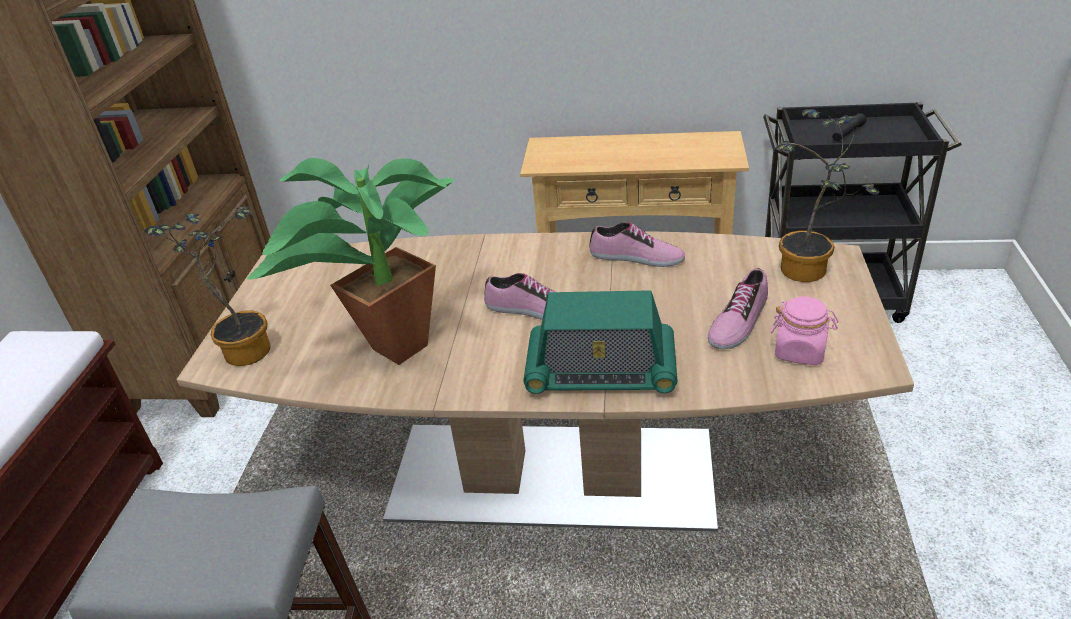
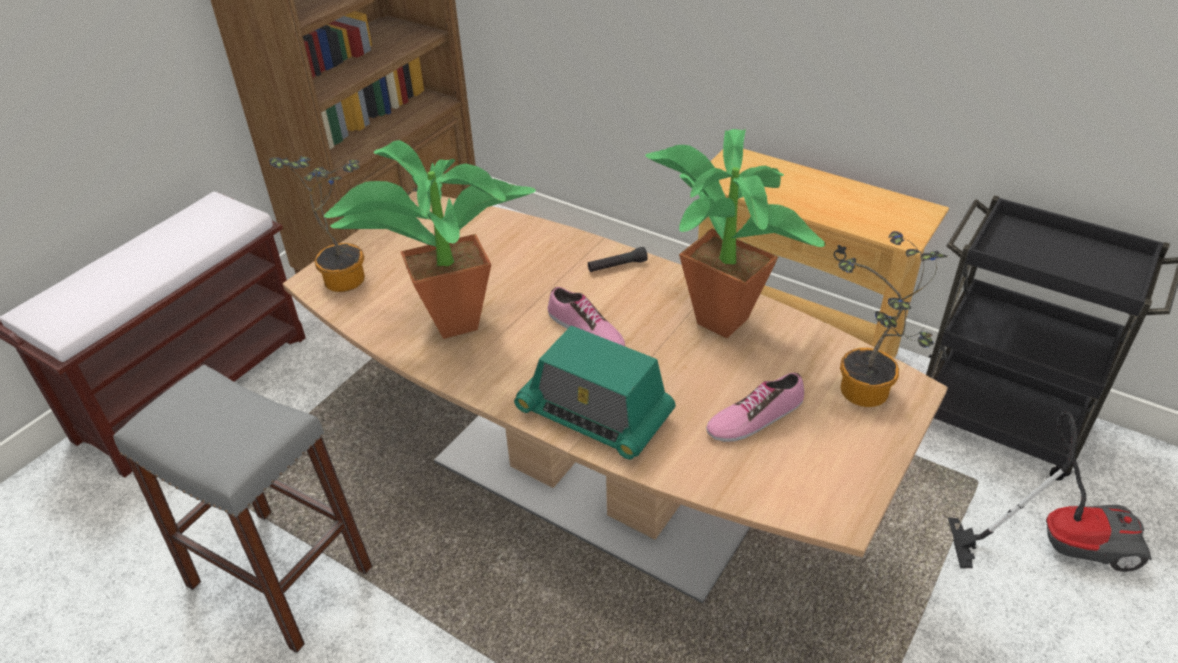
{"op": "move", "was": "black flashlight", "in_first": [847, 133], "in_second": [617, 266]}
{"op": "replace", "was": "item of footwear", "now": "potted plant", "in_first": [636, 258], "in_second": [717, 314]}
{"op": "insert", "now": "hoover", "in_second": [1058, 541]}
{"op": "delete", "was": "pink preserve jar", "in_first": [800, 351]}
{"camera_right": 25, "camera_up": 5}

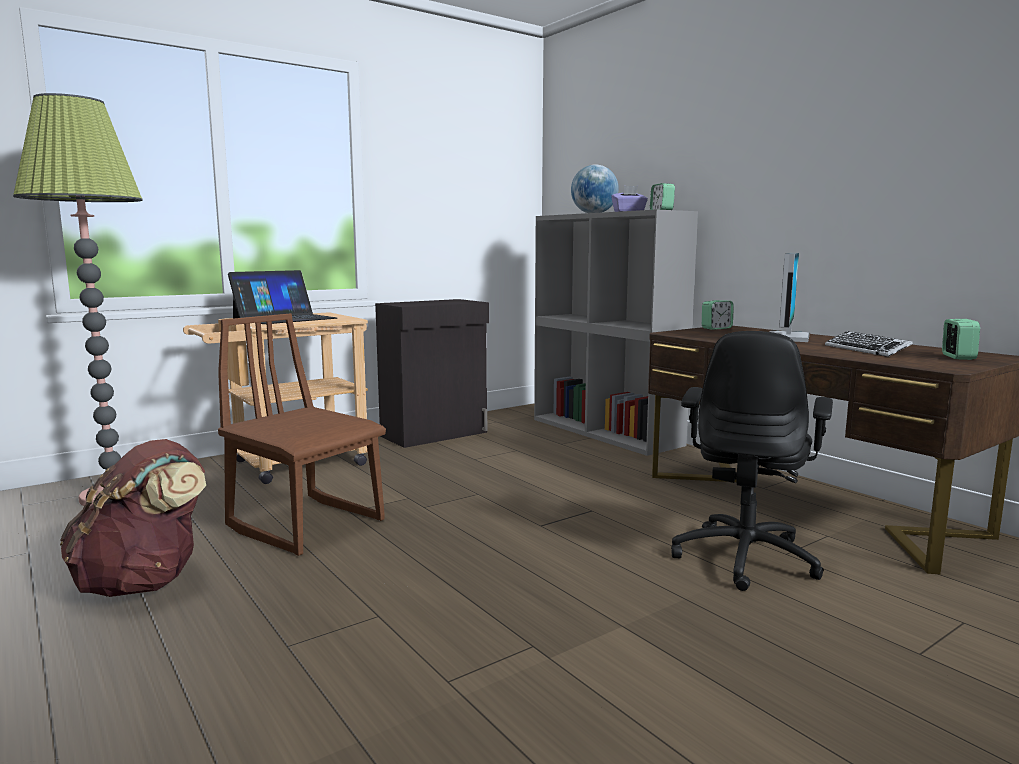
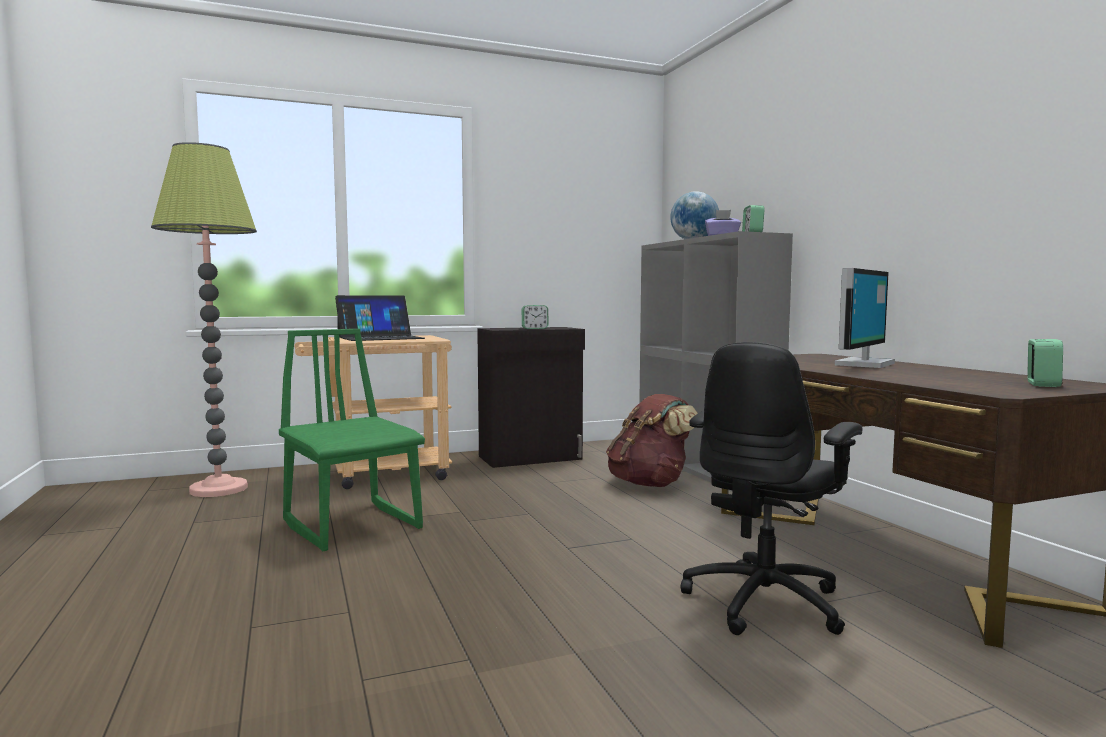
{"op": "recolor", "was": "brown-coloured chair", "now": "green chair", "in_first": [307, 524], "in_second": [353, 525]}
{"op": "move", "was": "bedside clock", "in_first": [716, 328], "in_second": [534, 328]}
{"op": "move", "was": "brown-coloured knapsack", "in_first": [144, 582], "in_second": [650, 484]}
{"op": "delete", "was": "PC keyboard", "in_first": [866, 350]}
{"camera_right": 15, "camera_up": -5}

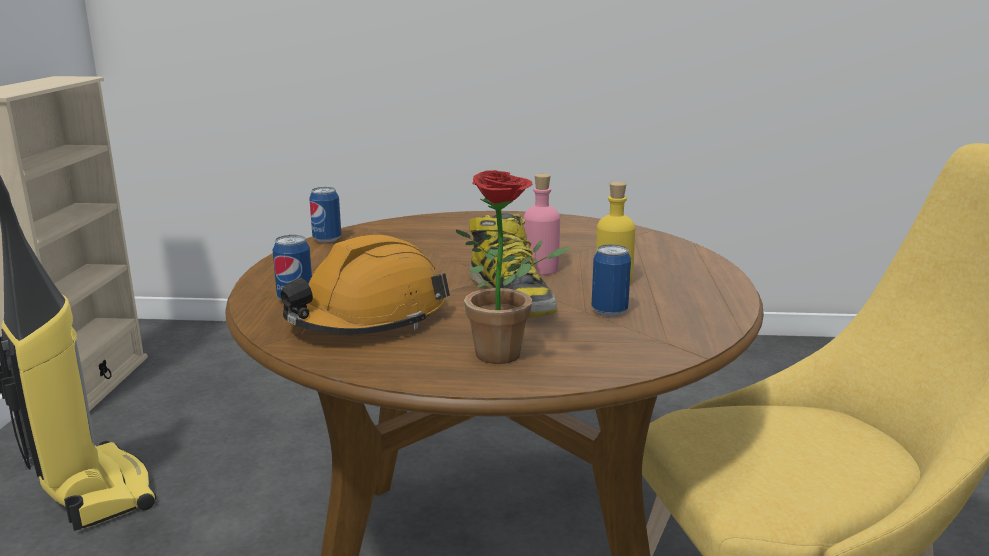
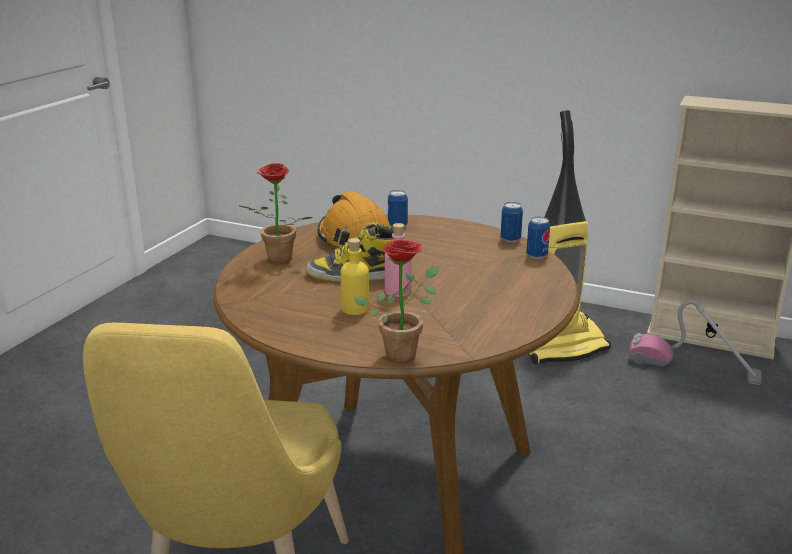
{"op": "insert", "now": "potted plant", "in_second": [403, 352]}
{"op": "move", "was": "metal can", "in_first": [609, 311], "in_second": [536, 255]}
{"op": "insert", "now": "hoover", "in_second": [693, 366]}
{"camera_right": 110, "camera_up": 5}

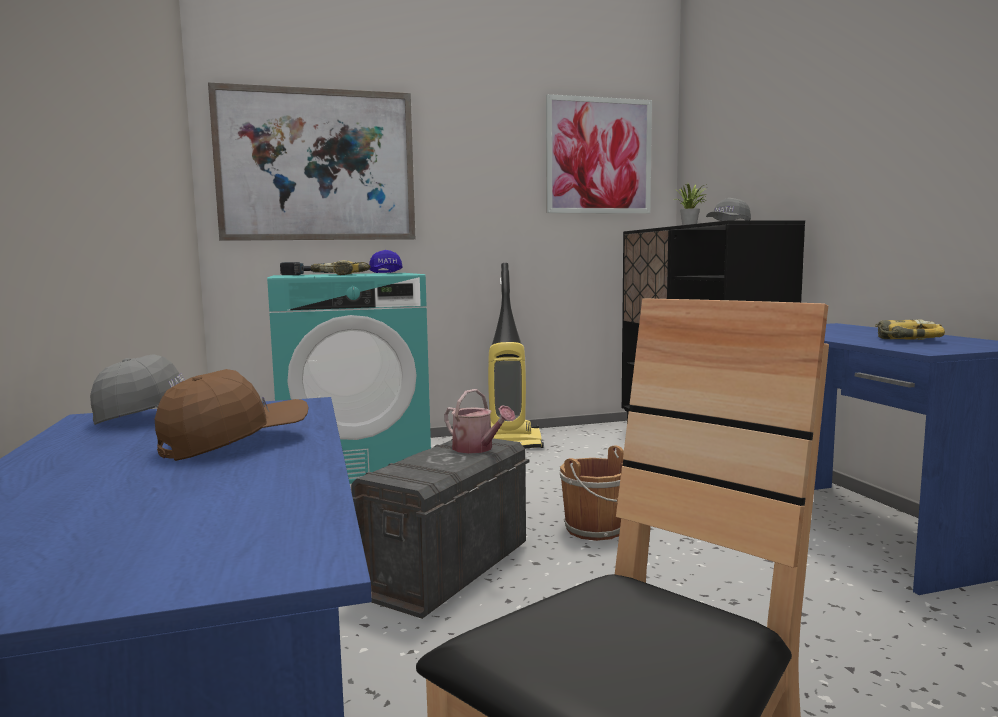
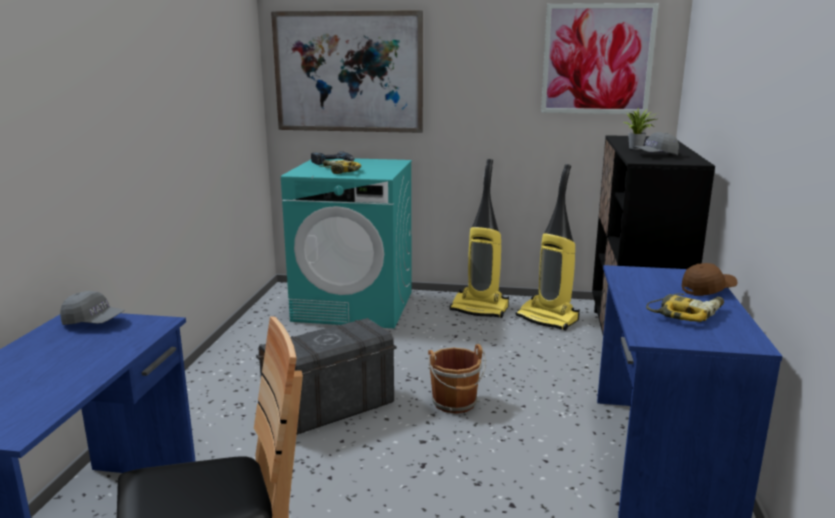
{"op": "insert", "now": "hoover", "in_second": [548, 319]}
{"op": "move", "was": "brown-coloured baseball cap", "in_first": [235, 442], "in_second": [708, 290]}
{"op": "delete", "was": "blue-coloured baseball cap", "in_first": [387, 273]}
{"op": "delete", "was": "watering pot", "in_first": [477, 449]}
{"camera_right": 25, "camera_up": 10}

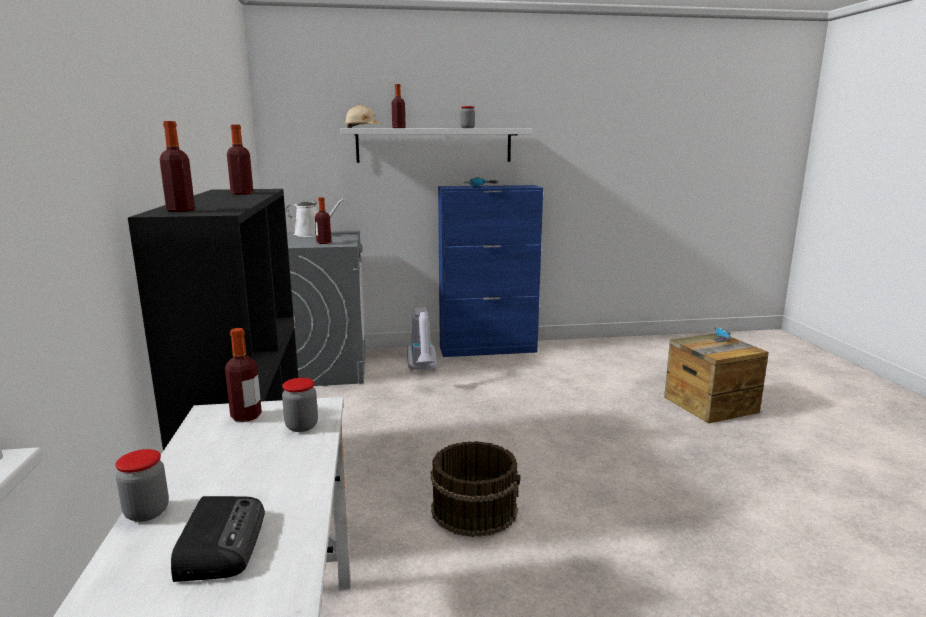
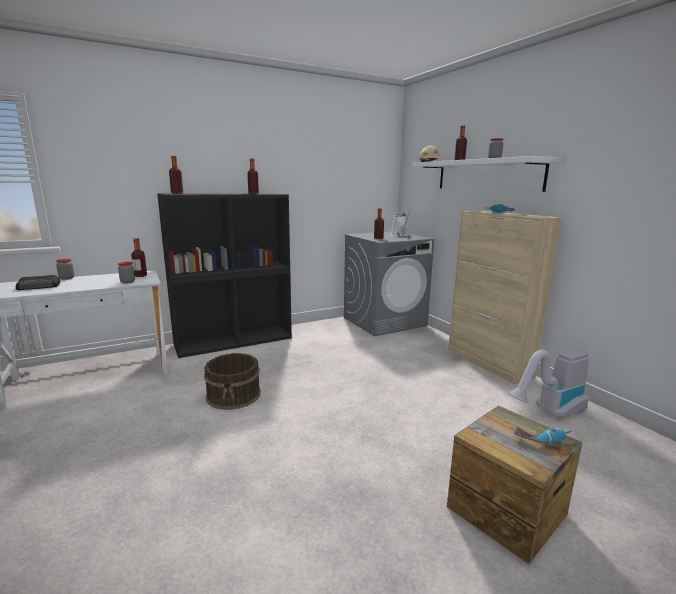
{"op": "recolor", "was": "blue-coloured cupboard", "now": "sand-coloured cupboard", "in_first": [488, 349], "in_second": [488, 363]}
{"op": "move", "was": "hoover", "in_first": [423, 371], "in_second": [549, 412]}
{"camera_right": 70, "camera_up": 0}

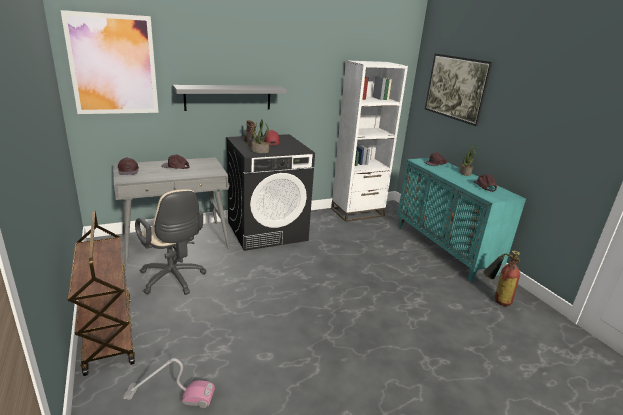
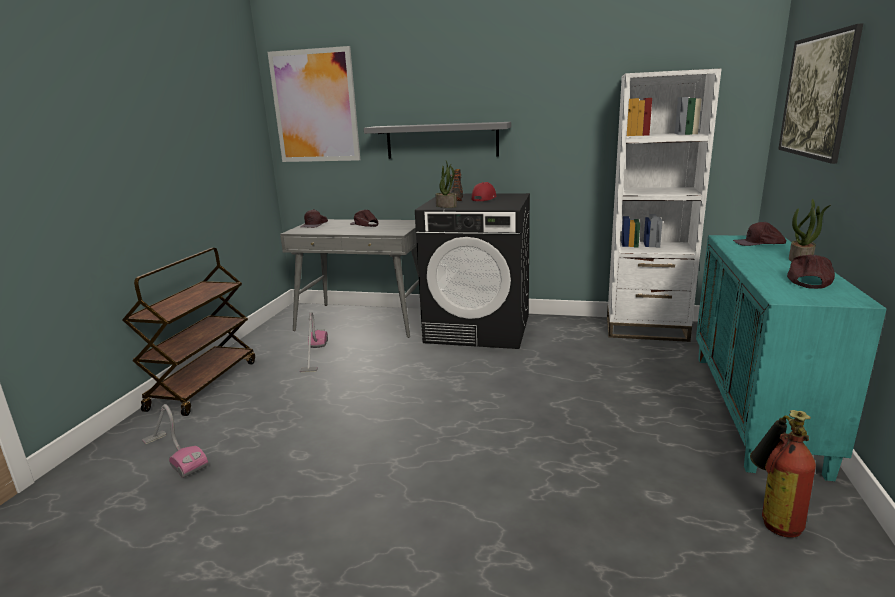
{"op": "replace", "was": "sand-coloured computer chair", "now": "hoover", "in_first": [173, 280], "in_second": [314, 354]}
{"camera_right": 40, "camera_up": -5}

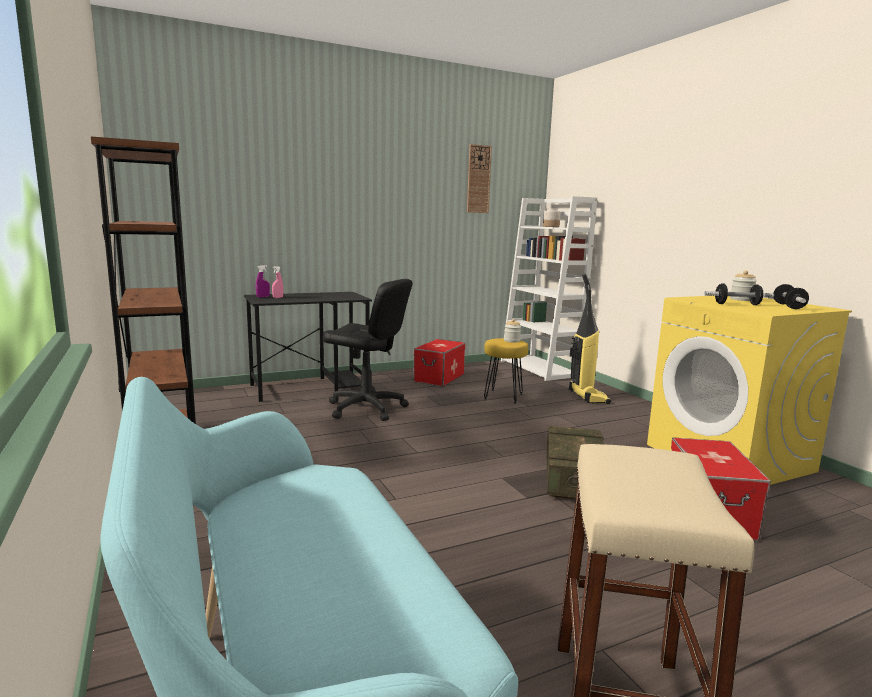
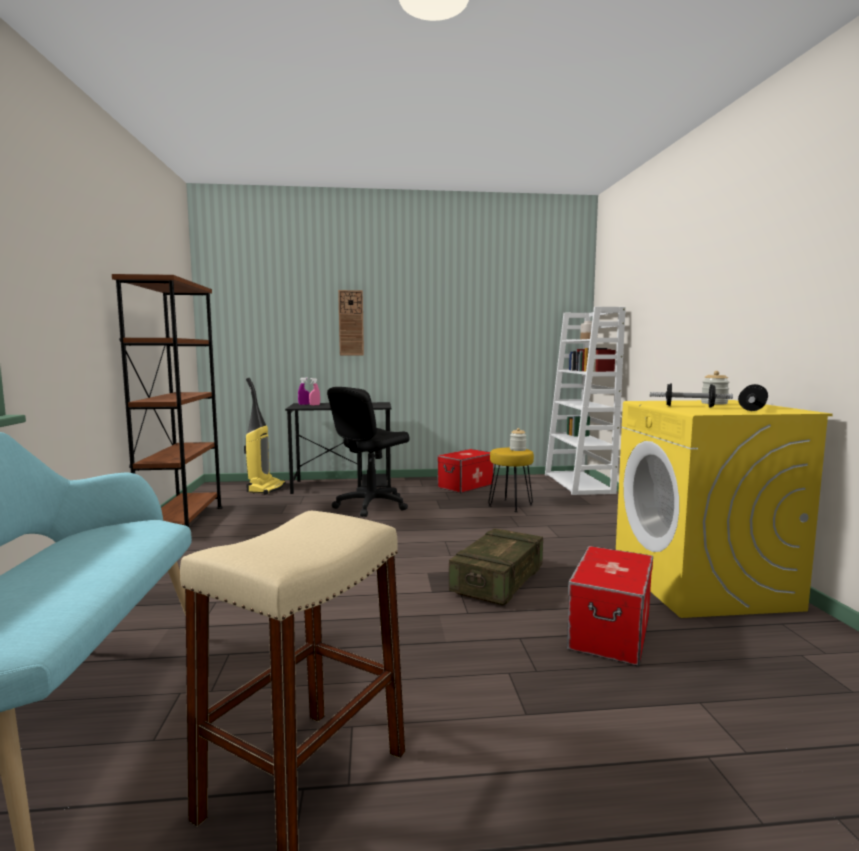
{"op": "move", "was": "hoover", "in_first": [587, 397], "in_second": [265, 488]}
{"op": "rotate", "was": "black computer chair", "in_first": [366, 408], "in_second": [371, 505], "clockwise": 90}
{"op": "move", "was": "clock on the wall", "in_first": [478, 179], "in_second": [351, 323]}
{"camera_right": 20, "camera_up": -5}

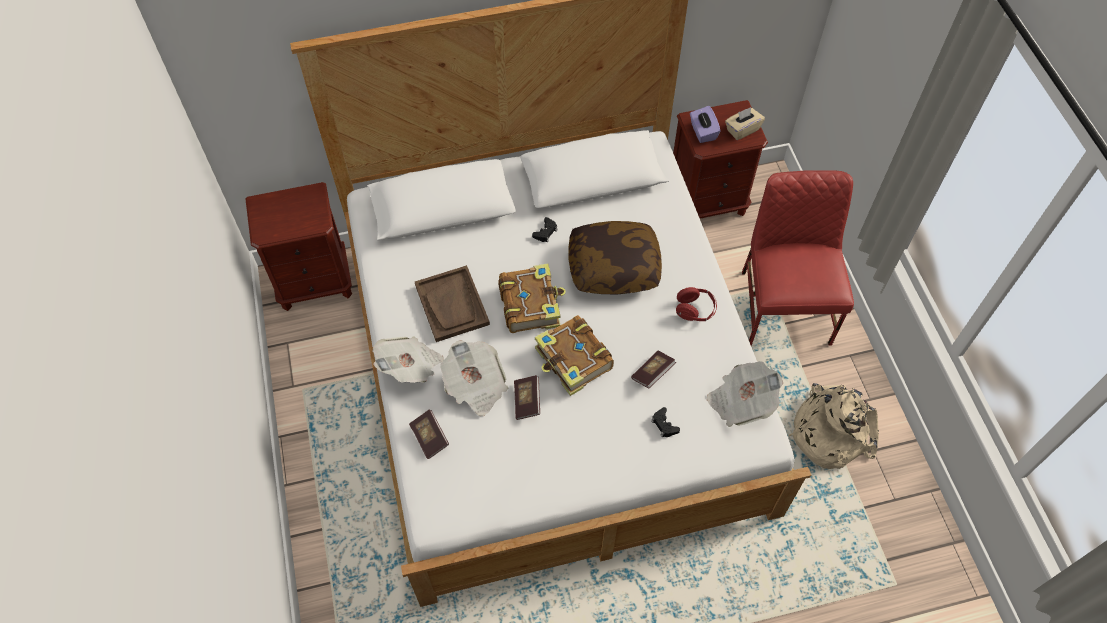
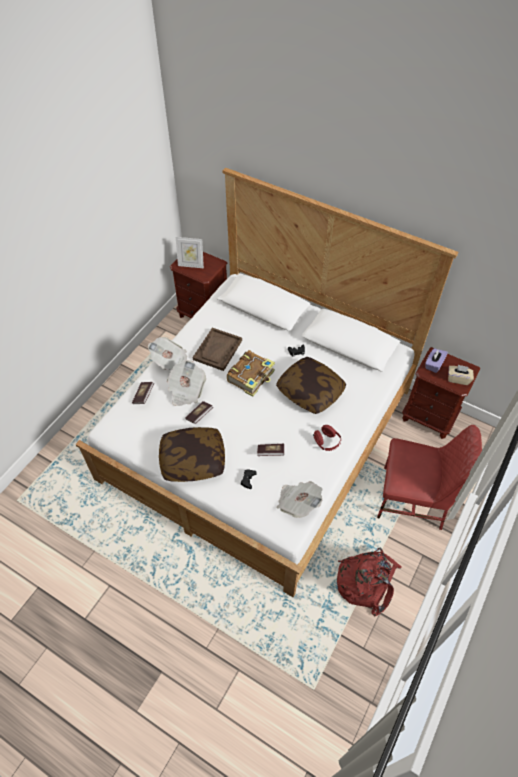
{"op": "insert", "now": "throw pillow", "in_second": [192, 460]}
{"op": "insert", "now": "standing frame", "in_second": [191, 265]}
{"op": "recolor", "was": "sand-coloured knapsack", "now": "red knapsack", "in_first": [829, 431], "in_second": [366, 581]}
{"op": "rotate", "was": "red chair", "in_first": [784, 305], "in_second": [413, 499], "clockwise": 60}
{"op": "delete", "was": "bound book", "in_first": [573, 361]}
{"camera_right": 45, "camera_up": -5}

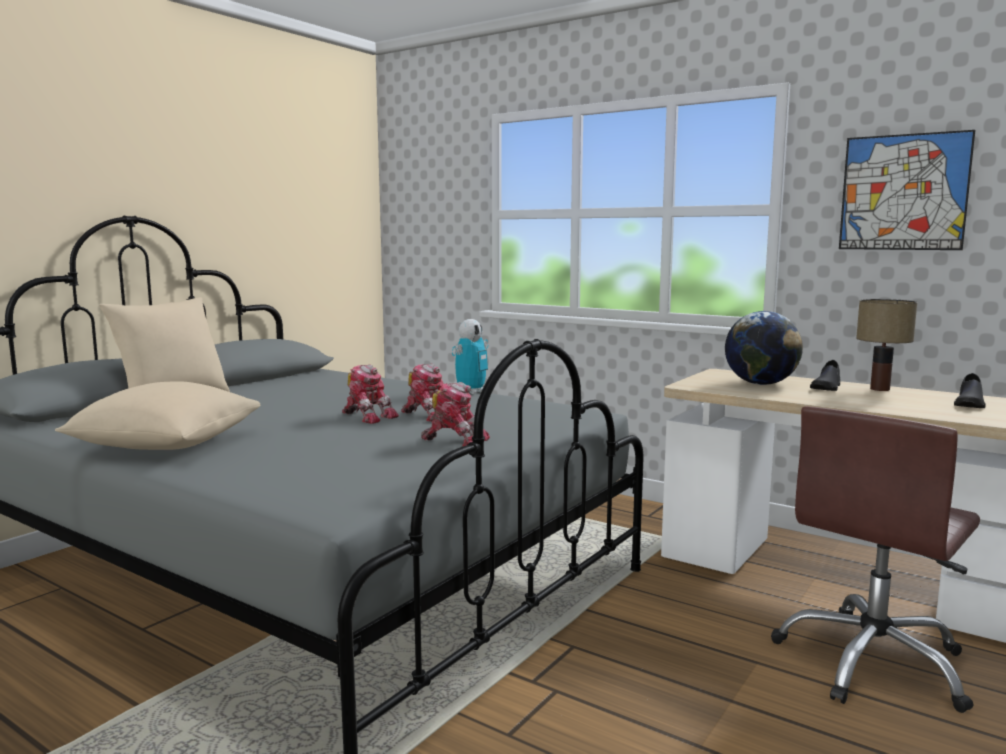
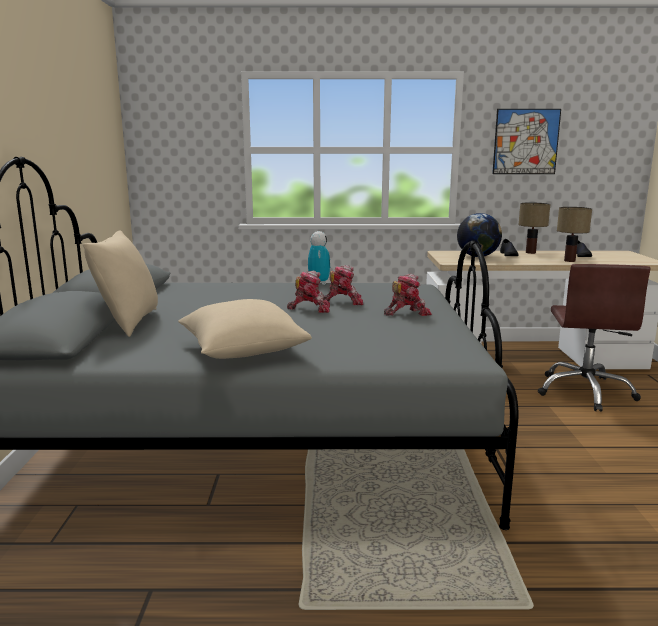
{"op": "insert", "now": "lamp for a table", "in_second": [569, 261]}
{"camera_right": -35, "camera_up": 5}

